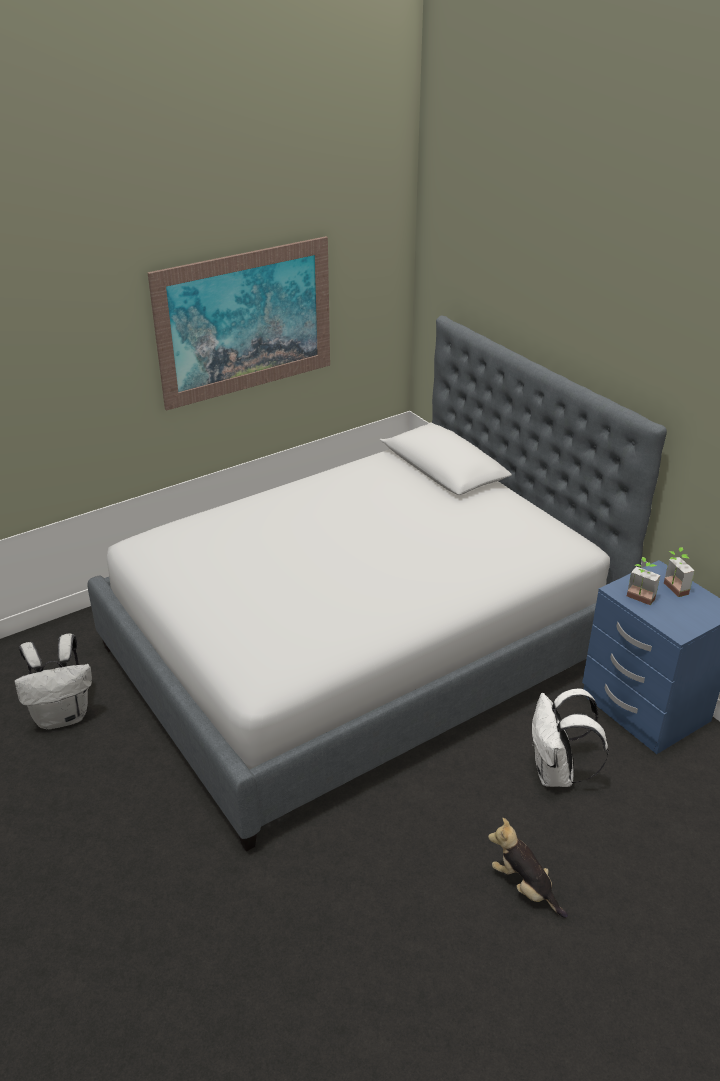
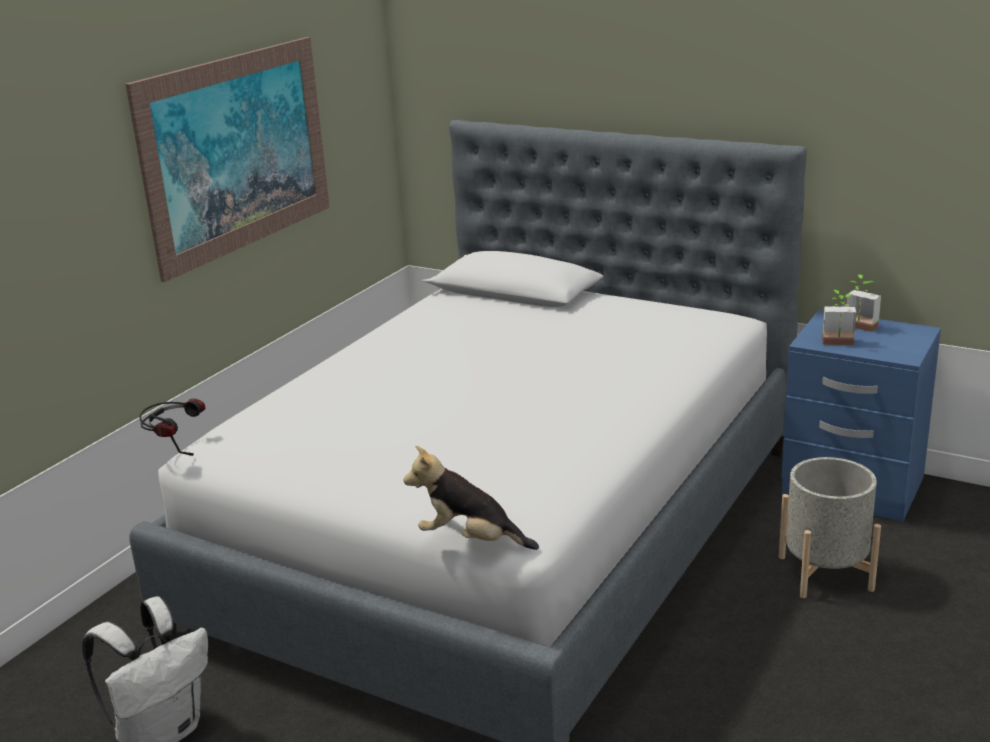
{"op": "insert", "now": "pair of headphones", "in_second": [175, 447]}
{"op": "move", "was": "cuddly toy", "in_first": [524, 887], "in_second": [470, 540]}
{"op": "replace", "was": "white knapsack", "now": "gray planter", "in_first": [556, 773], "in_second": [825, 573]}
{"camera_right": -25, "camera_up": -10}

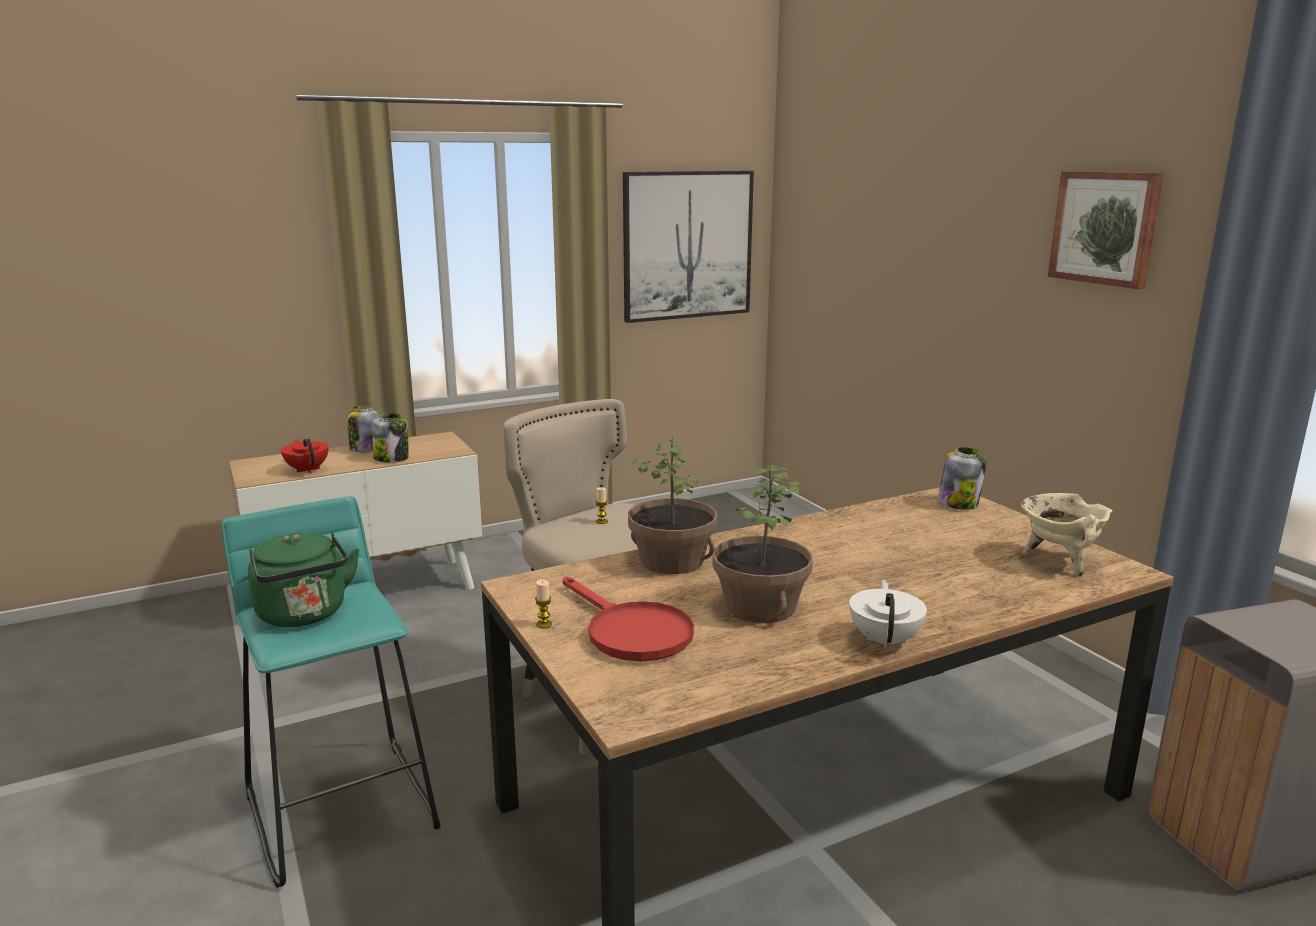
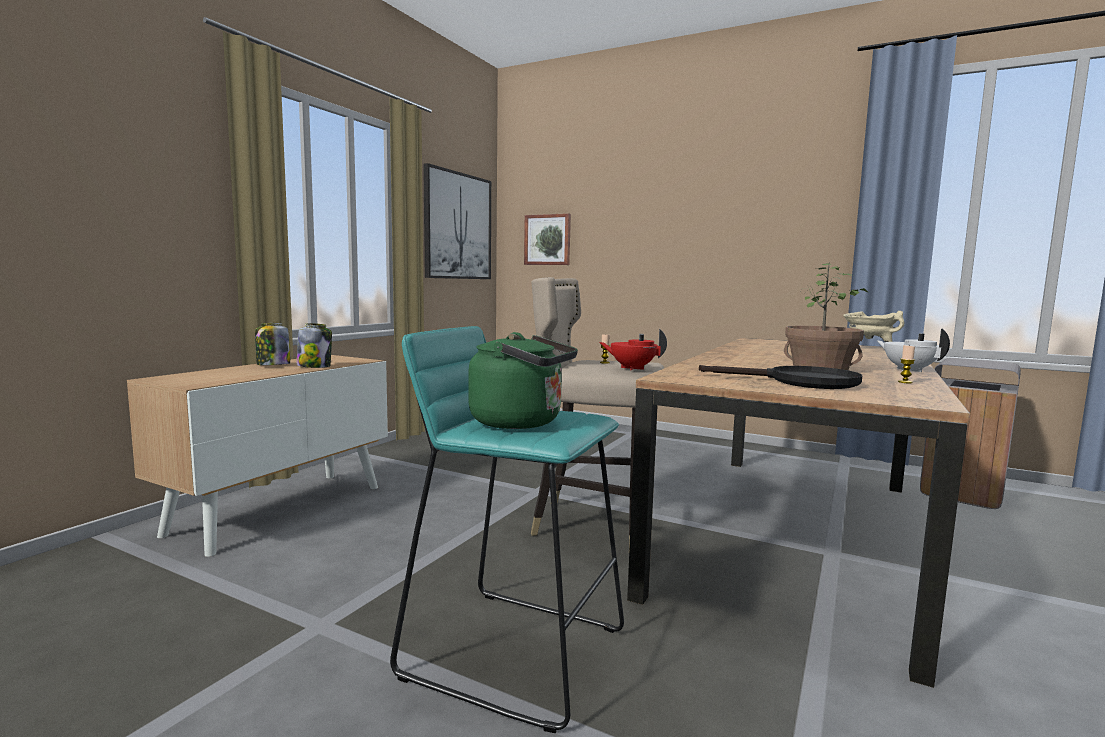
{"op": "move", "was": "wall art", "in_first": [1105, 227], "in_second": [548, 240]}
{"op": "move", "was": "red tea pot", "in_first": [307, 470], "in_second": [632, 368]}
{"op": "recolor", "was": "red pan", "now": "black pan", "in_first": [630, 632], "in_second": [800, 382]}
{"op": "move", "was": "wax light", "in_first": [544, 624], "in_second": [905, 382]}
{"op": "delete", "was": "potted plant", "in_first": [672, 560]}
{"op": "delete", "was": "preserve jar", "in_first": [958, 504]}
{"camera_right": -35, "camera_up": -10}

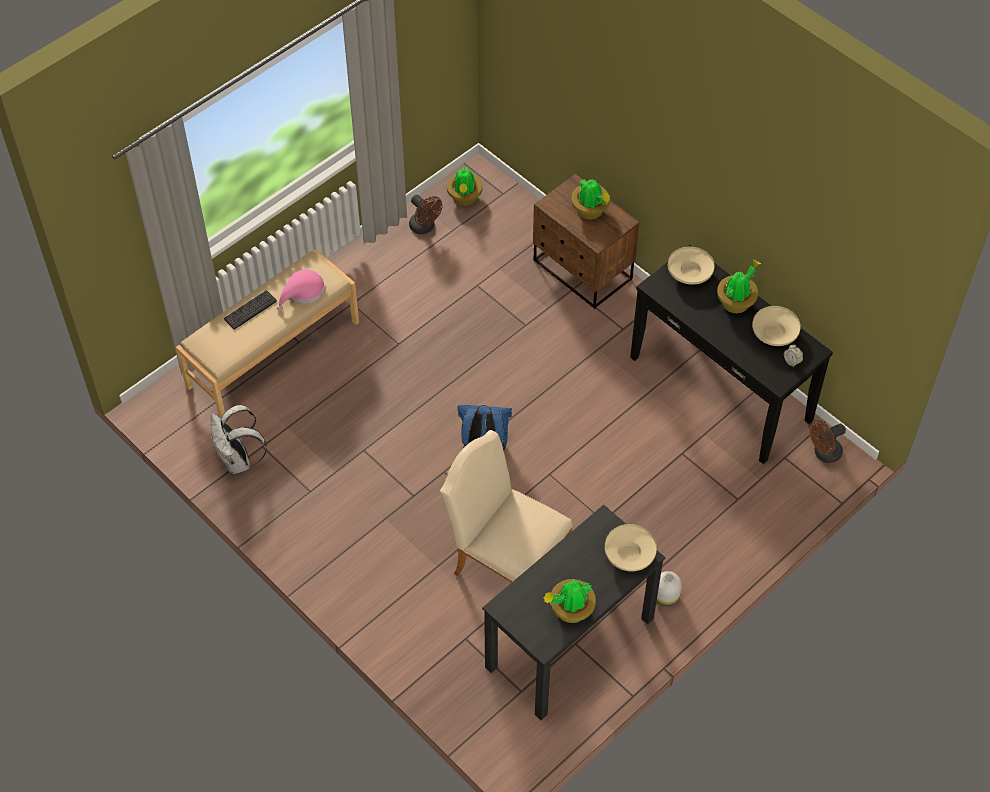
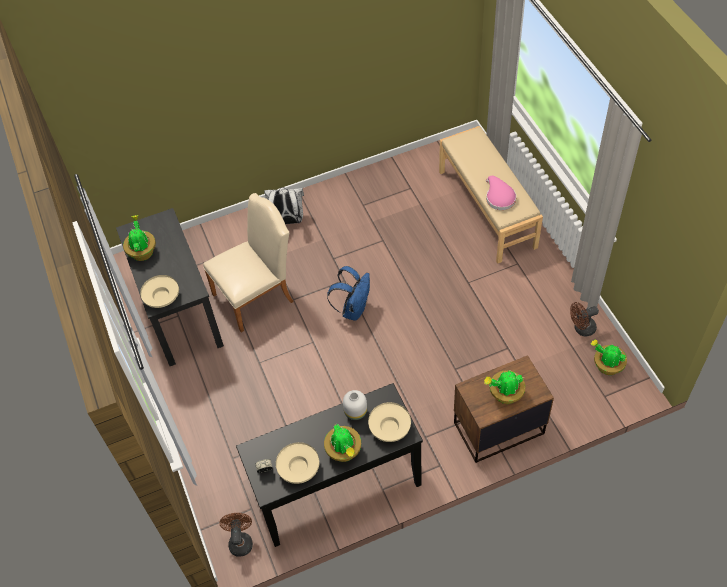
{"op": "move", "was": "white knapsack", "in_first": [238, 461], "in_second": [288, 221]}
{"op": "move", "was": "white flower vase", "in_first": [665, 596], "in_second": [356, 411]}
{"op": "delete", "was": "PC keyboard", "in_first": [250, 310]}
{"camera_right": 115, "camera_up": 0}

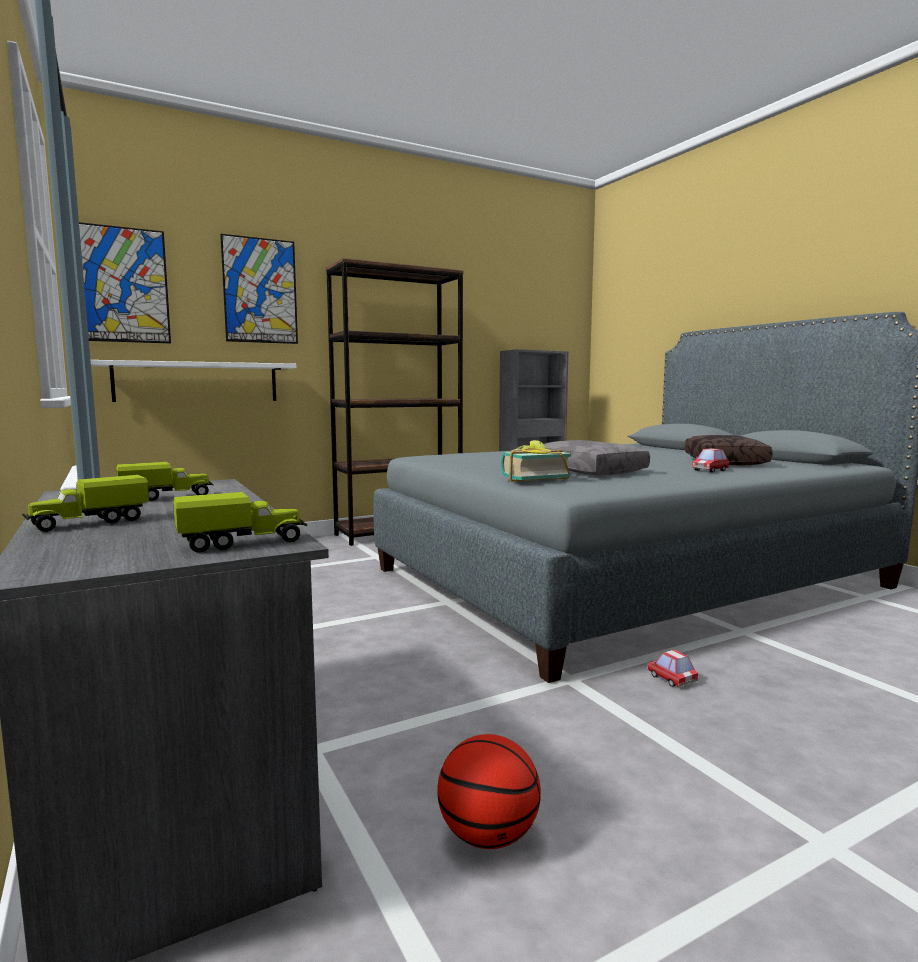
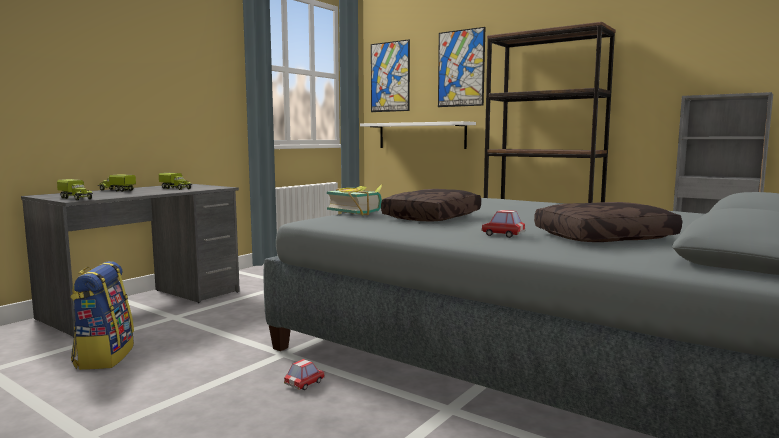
{"op": "replace", "was": "basketball ball", "now": "knapsack", "in_first": [488, 836], "in_second": [104, 357]}
{"op": "recolor", "was": "gray throw pillow", "now": "brown-coloured throw pillow", "in_first": [589, 471], "in_second": [433, 217]}
{"camera_right": 65, "camera_up": 0}

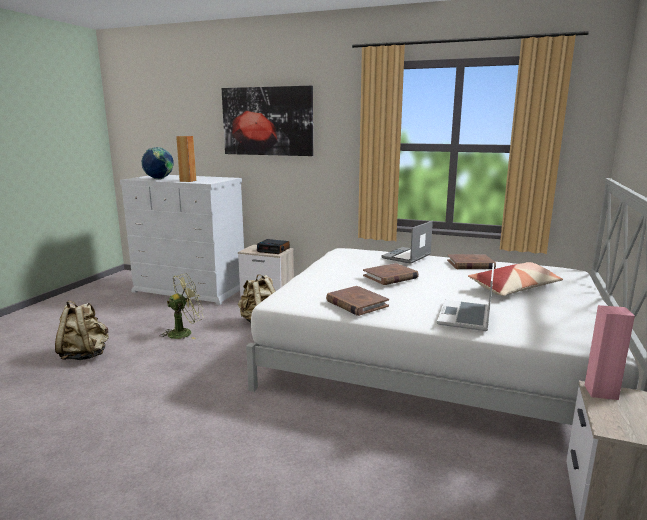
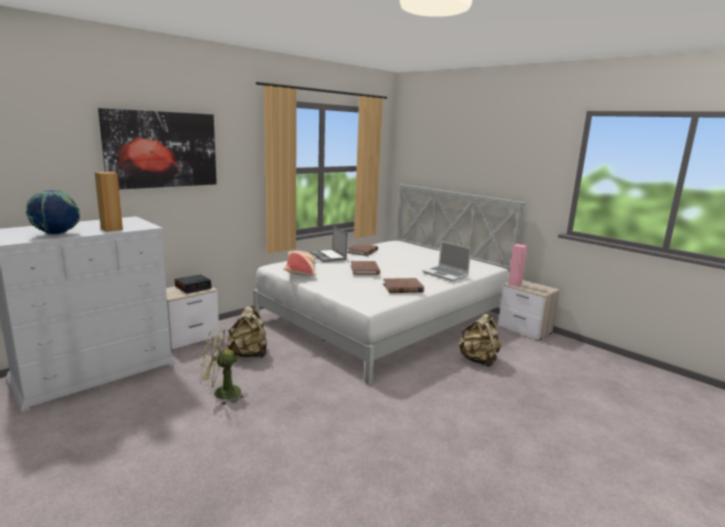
{"op": "rotate", "was": "green cooling fan", "in_first": [185, 332], "in_second": [221, 393], "clockwise": -90}
{"op": "move", "was": "throw pillow", "in_first": [515, 288], "in_second": [301, 270]}
{"op": "move", "was": "sand-coloured knapsack", "in_first": [85, 355], "in_second": [478, 360]}
{"camera_right": -65, "camera_up": 0}

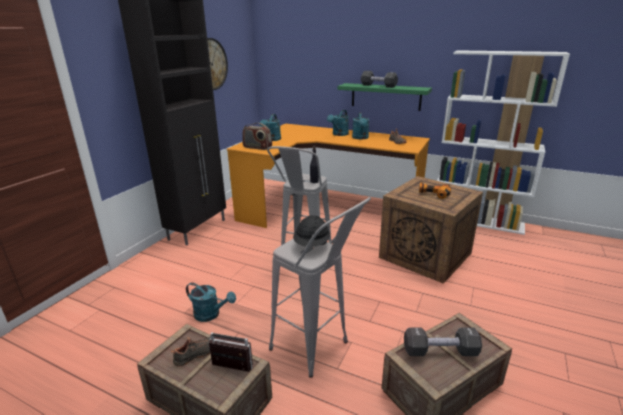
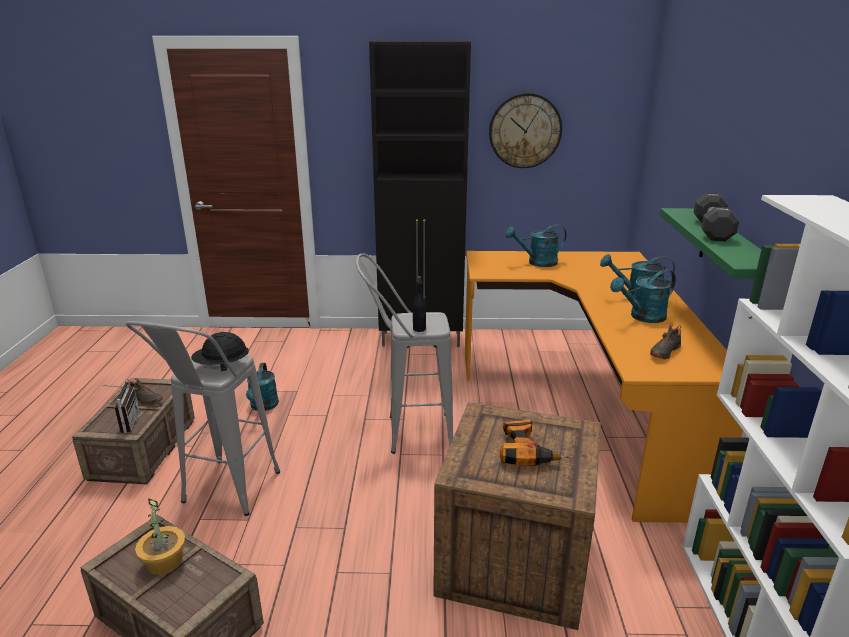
{"op": "replace", "was": "black free weight", "now": "potted plant", "in_first": [440, 351], "in_second": [164, 562]}
{"op": "delete", "was": "radio set", "in_first": [257, 147]}
{"camera_right": 65, "camera_up": 0}

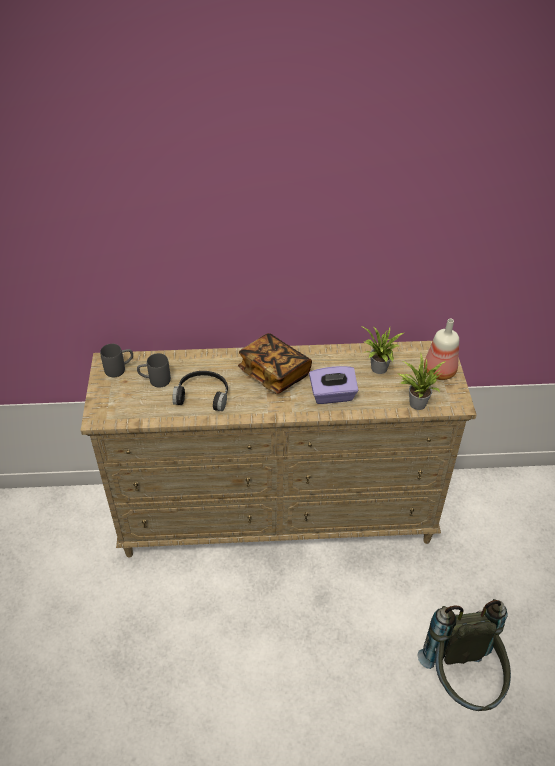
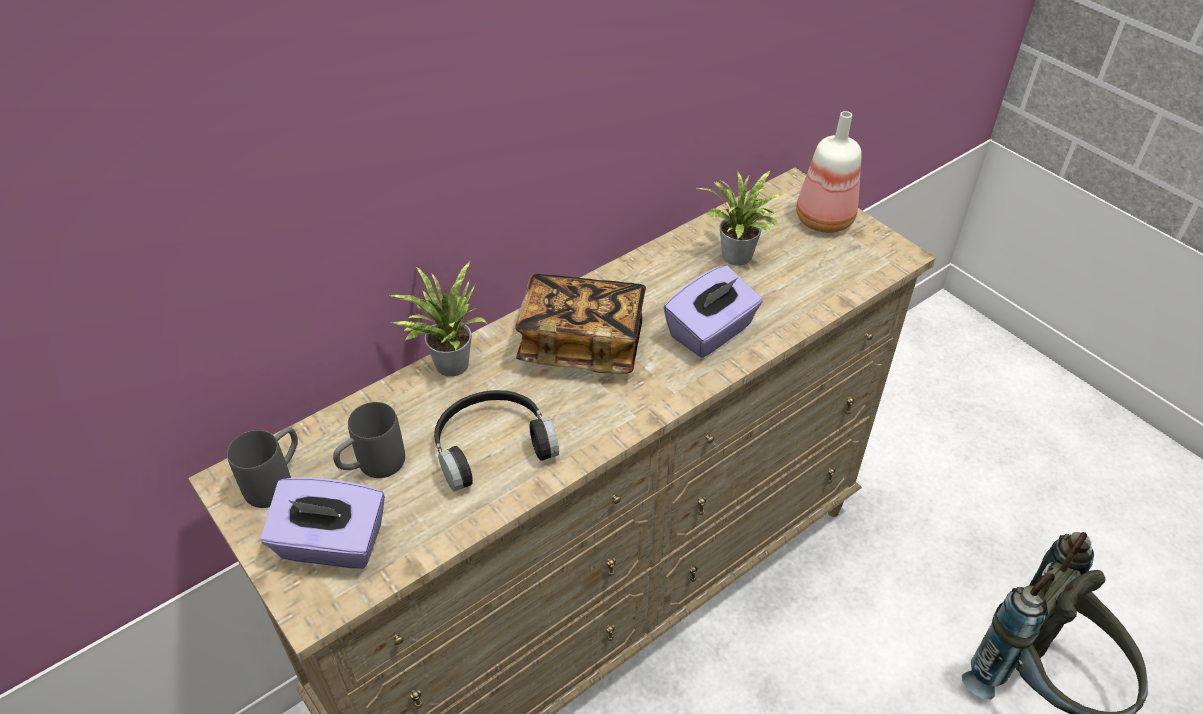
{"op": "insert", "now": "purplish tissue box", "in_second": [331, 544]}
{"op": "move", "was": "potted plant", "in_first": [416, 402], "in_second": [447, 363]}
{"camera_right": -35, "camera_up": 0}

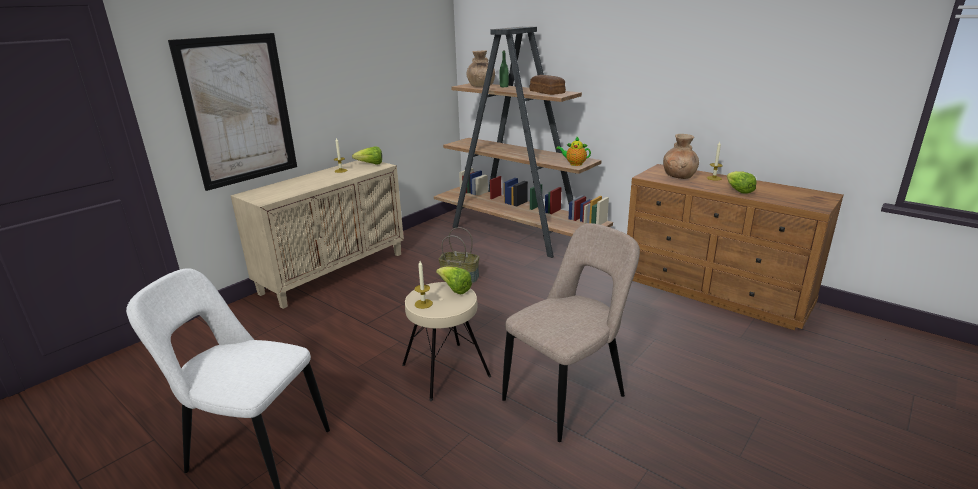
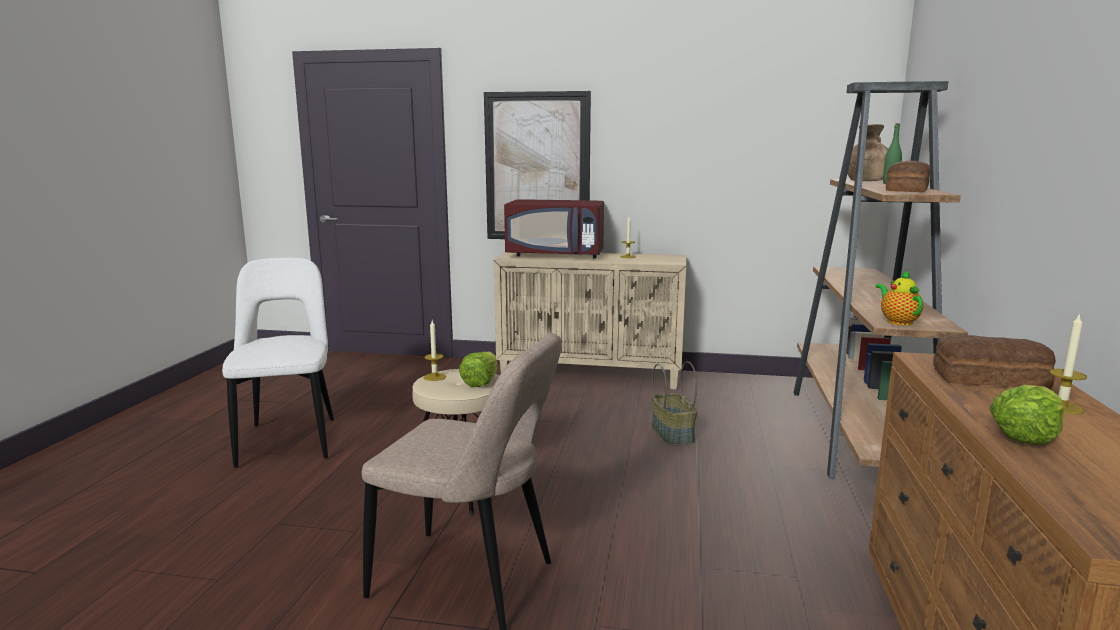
{"op": "insert", "now": "red microwave", "in_second": [556, 255]}
{"op": "replace", "was": "brown-coloured flower vase", "now": "bread", "in_first": [679, 176], "in_second": [991, 379]}
{"op": "delete", "was": "lettuce", "in_first": [370, 164]}
{"camera_right": 60, "camera_up": -10}

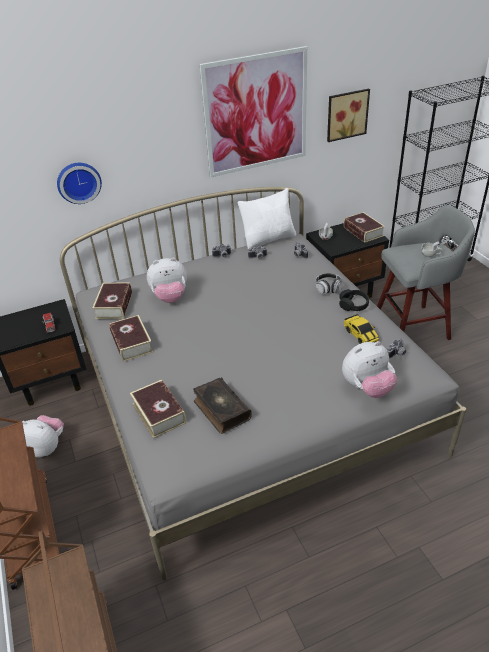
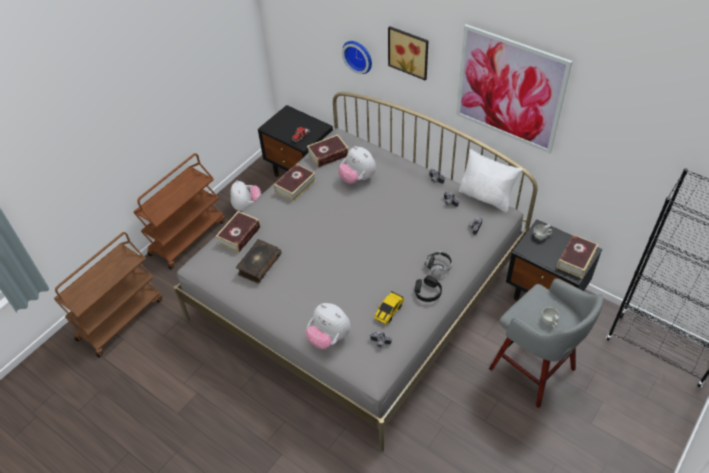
{"op": "move", "was": "wall art", "in_first": [346, 114], "in_second": [409, 51]}
{"camera_right": 60, "camera_up": 10}

